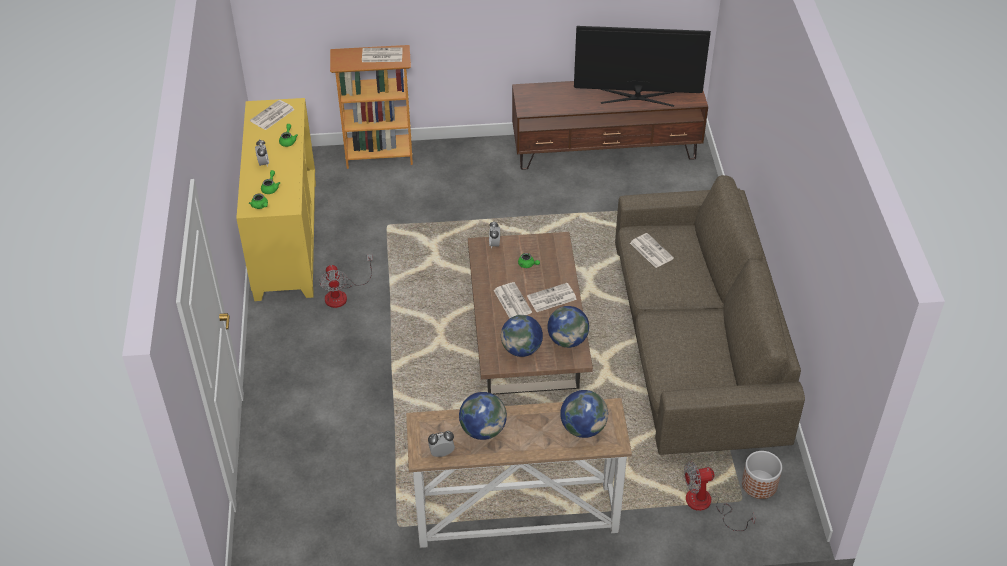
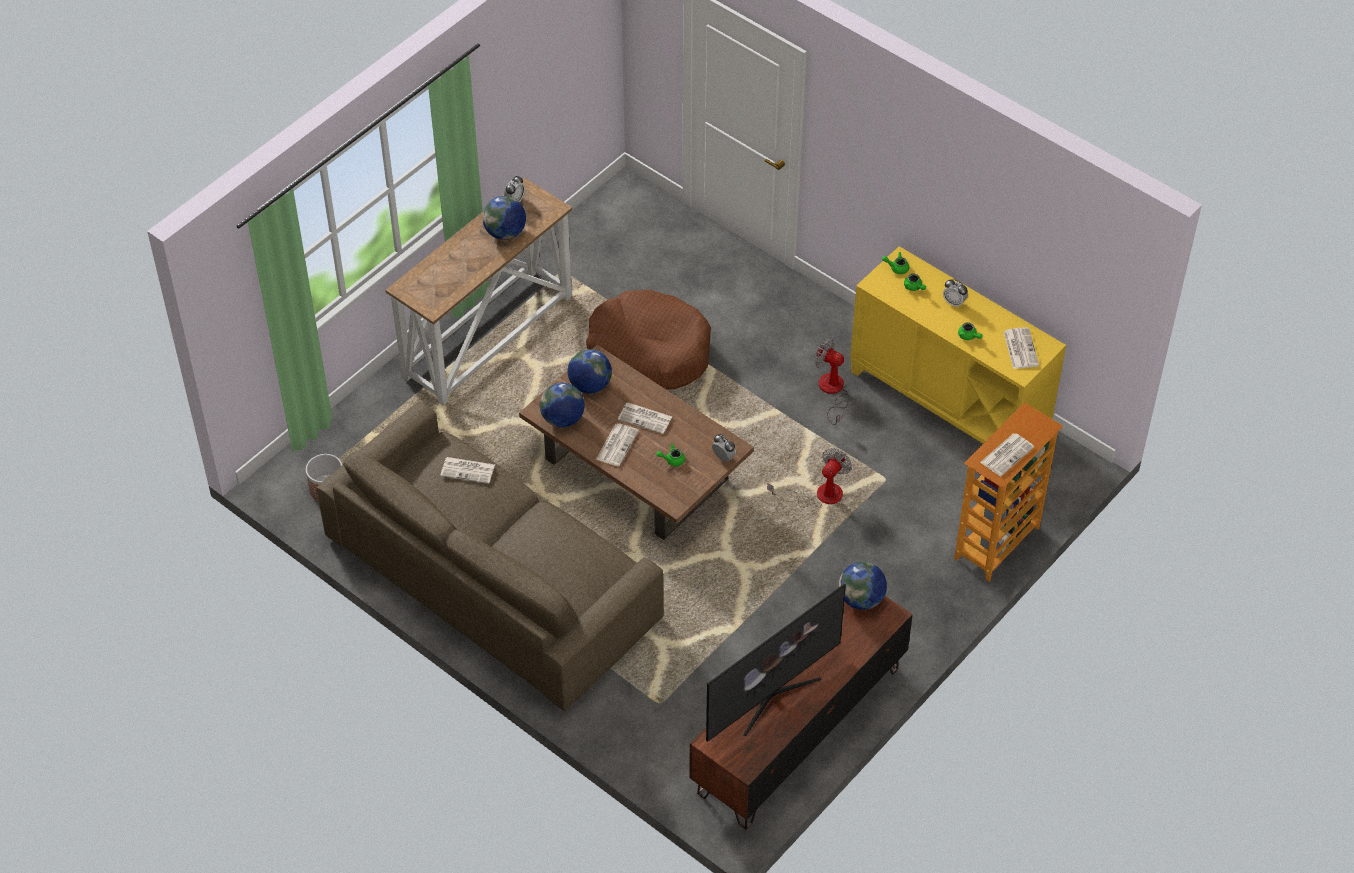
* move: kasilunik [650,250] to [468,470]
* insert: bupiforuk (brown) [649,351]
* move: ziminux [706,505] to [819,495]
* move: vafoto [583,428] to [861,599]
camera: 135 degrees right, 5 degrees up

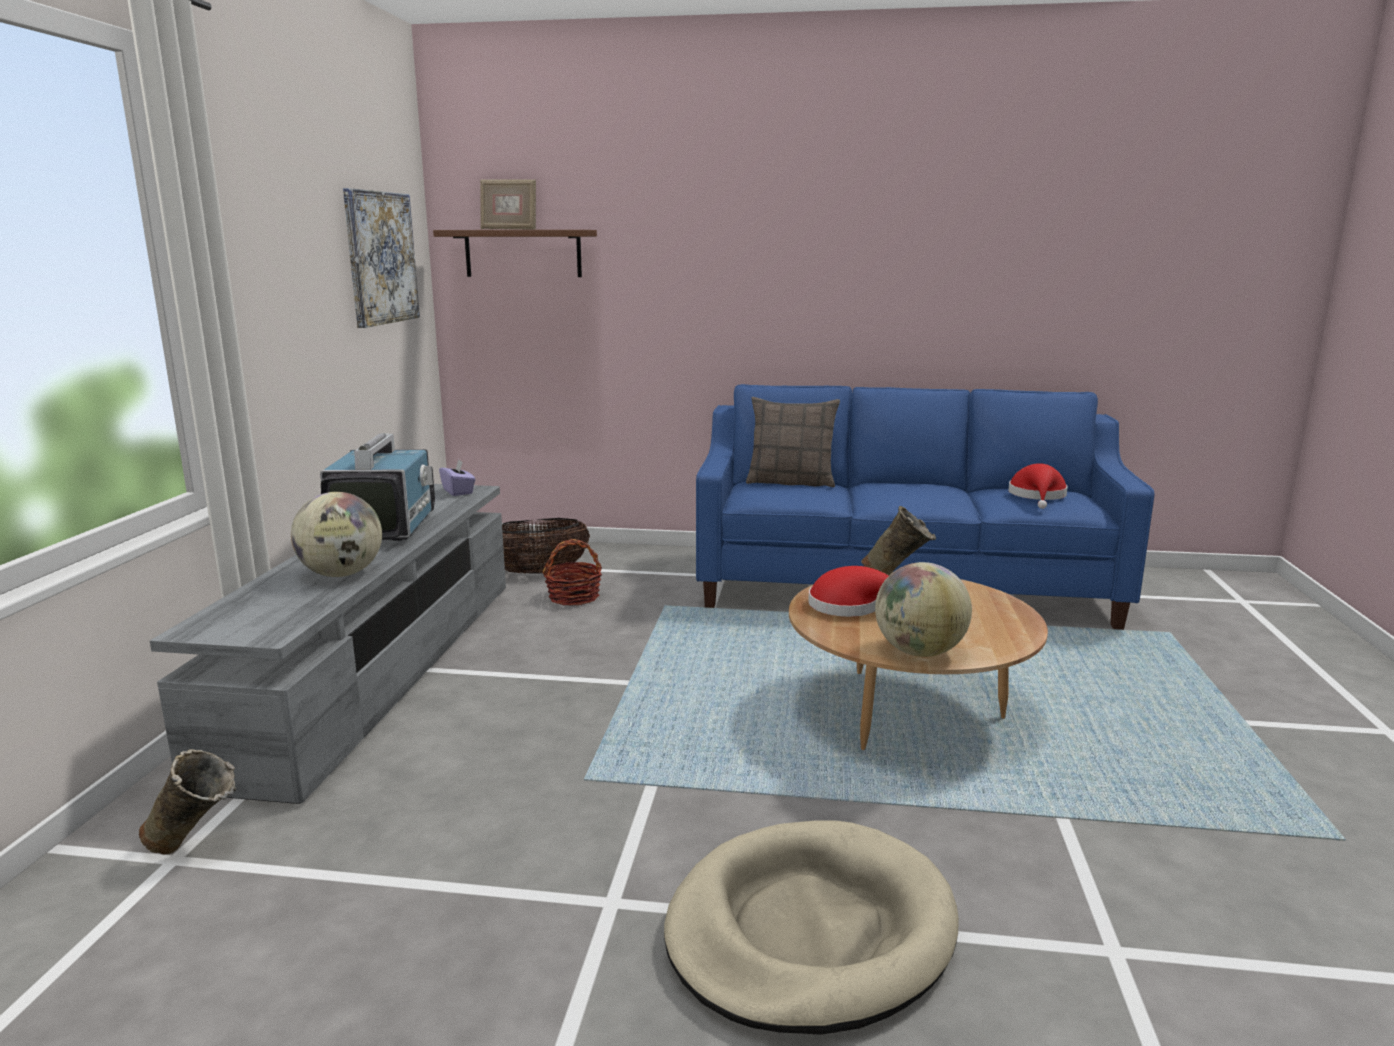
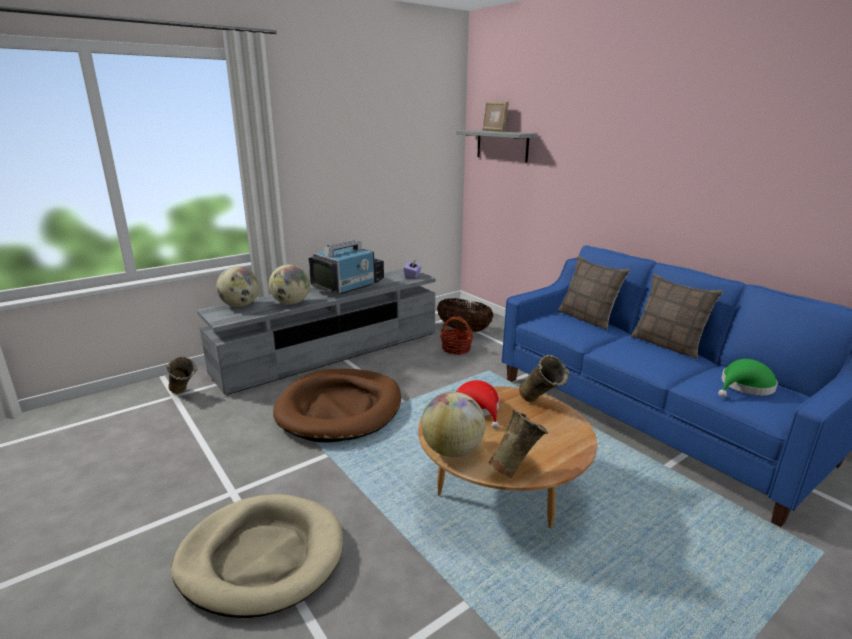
* insert: vafoto [240,305]
* insert: bupiforuk (brown) [340,409]
* recolor: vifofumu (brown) [523,253] to vifofumu (grey) [502,145]
* insert: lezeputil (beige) [516,469]
* insert: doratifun [668,345]
* recolor: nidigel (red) [1037,496] to nidigel (green) [745,386]
* delete: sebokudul [381,258]
camera: 45 degrees right, 5 degrees up

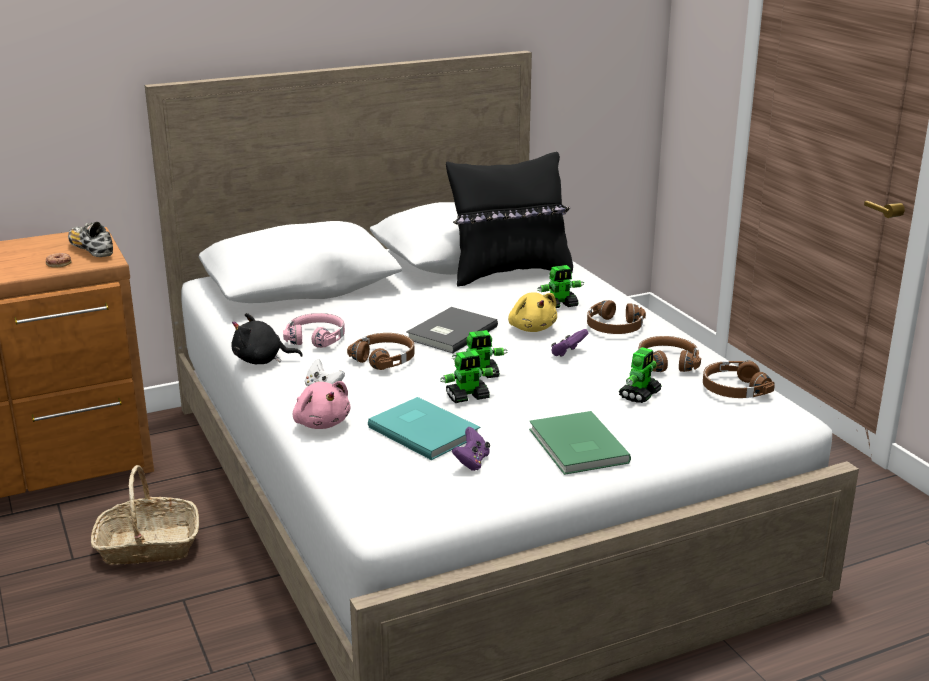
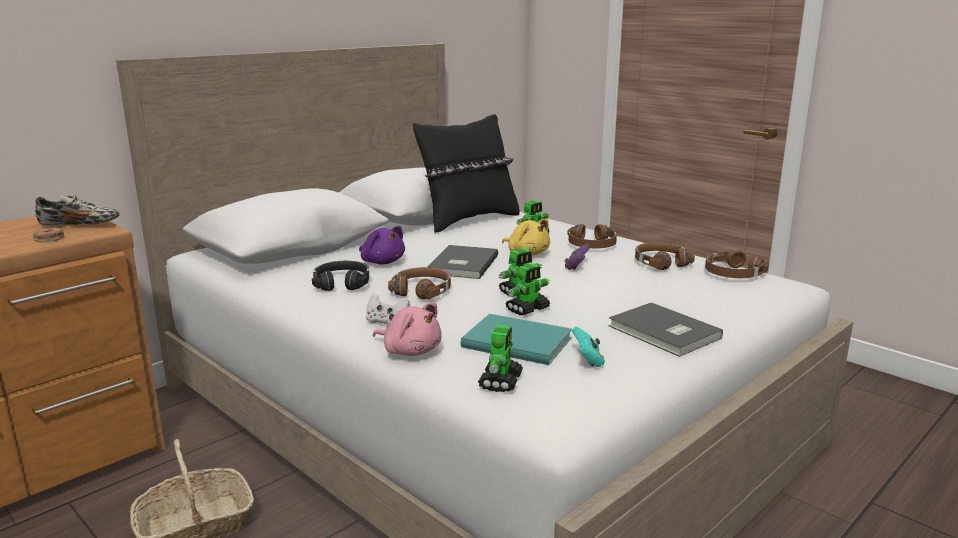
* rotate: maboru [91,250] = [80,225] 150 degrees clockwise
* recolor: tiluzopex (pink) [316,338] to tiluzopex (black) [342,283]
* insert: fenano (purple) [382,262]
* move: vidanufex [640,394] to [501,381]
* recolor: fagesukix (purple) [472,462] to fagesukix (turquoise) [588,360]
* recolor: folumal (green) [576,447] to folumal (grey) [663,333]
* delete: fenano (black) [261,360]
camera: 20 degrees left, 5 degrees down

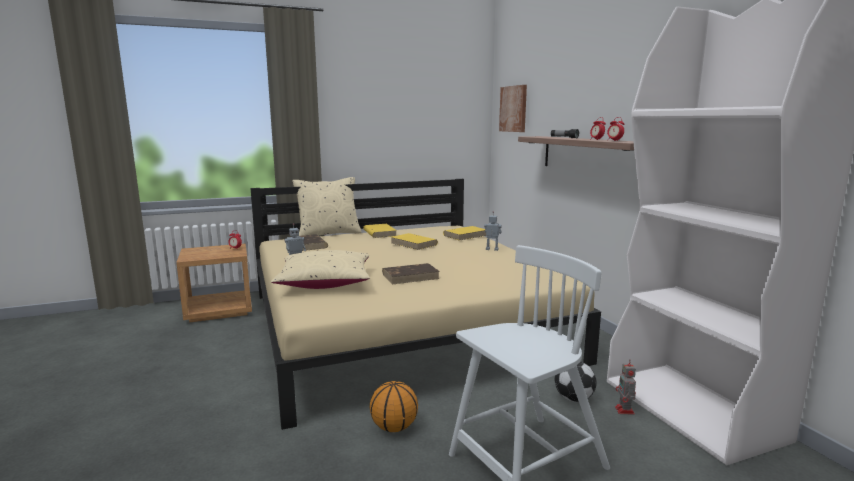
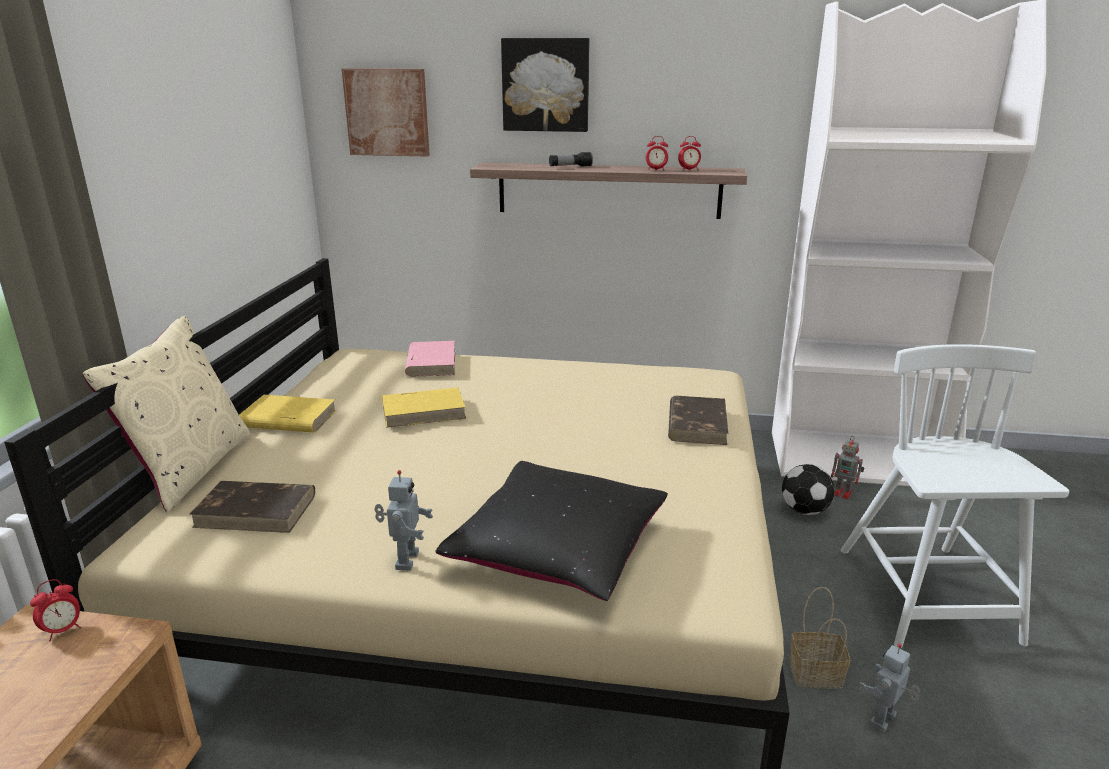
* recolor: folumal (yellow) [465,235] to folumal (pink) [431,362]
* recolor: doratifun (beige) [325,282] to doratifun (black) [558,549]
* insert: sebokudul [546,85]
* move: folumal (brown) [411,276] to [697,424]
* replace: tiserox [393,427] to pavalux [814,675]
* move: vidanufex [492,249] to [884,721]
camera: 60 degrees left, 10 degrees up

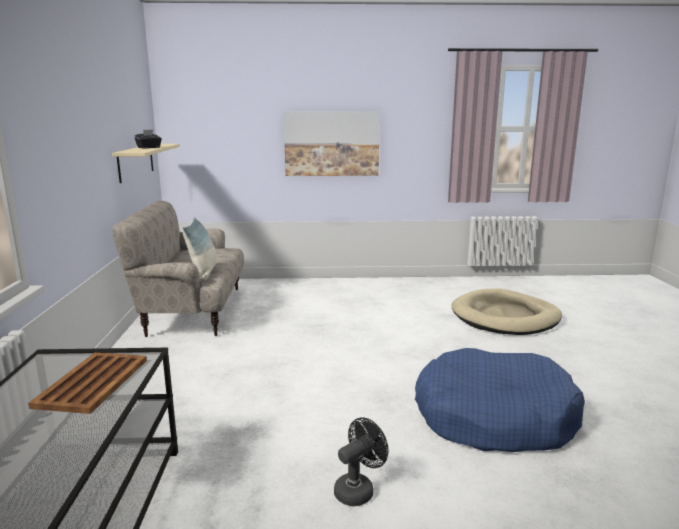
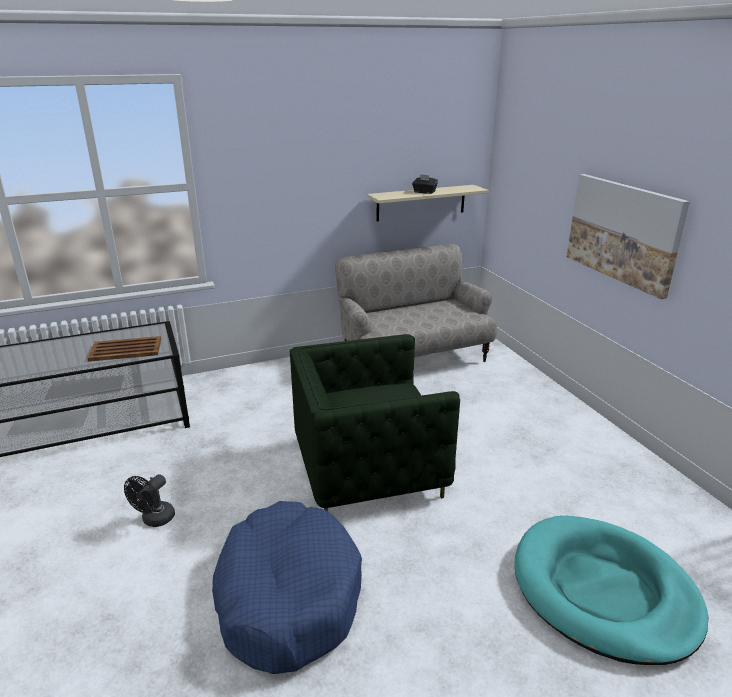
* rotate: ziminux (black) [358,489] = [155,520] 90 degrees clockwise
* insert: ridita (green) [368,469]
* recolor: bupiforuk (beige) [505,317] to bupiforuk (turquoise) [603,591]
* delete: doratifun [203,272]
camera: 70 degrees right, 10 degrees up

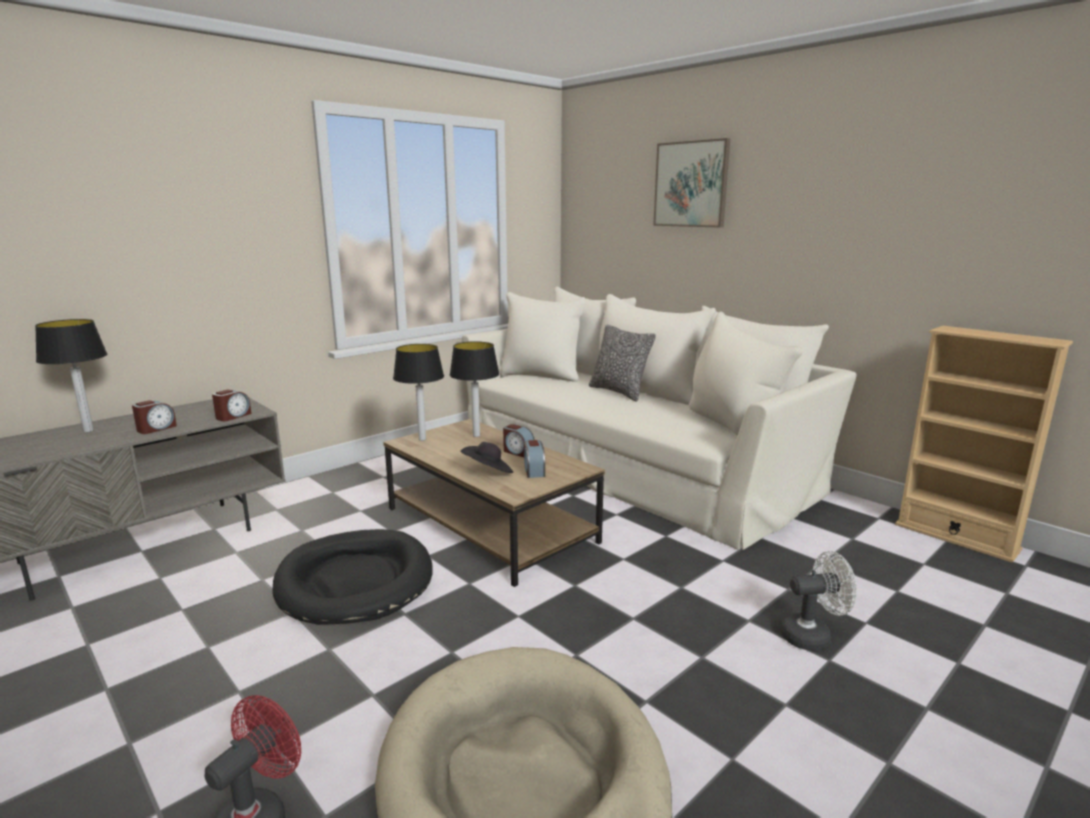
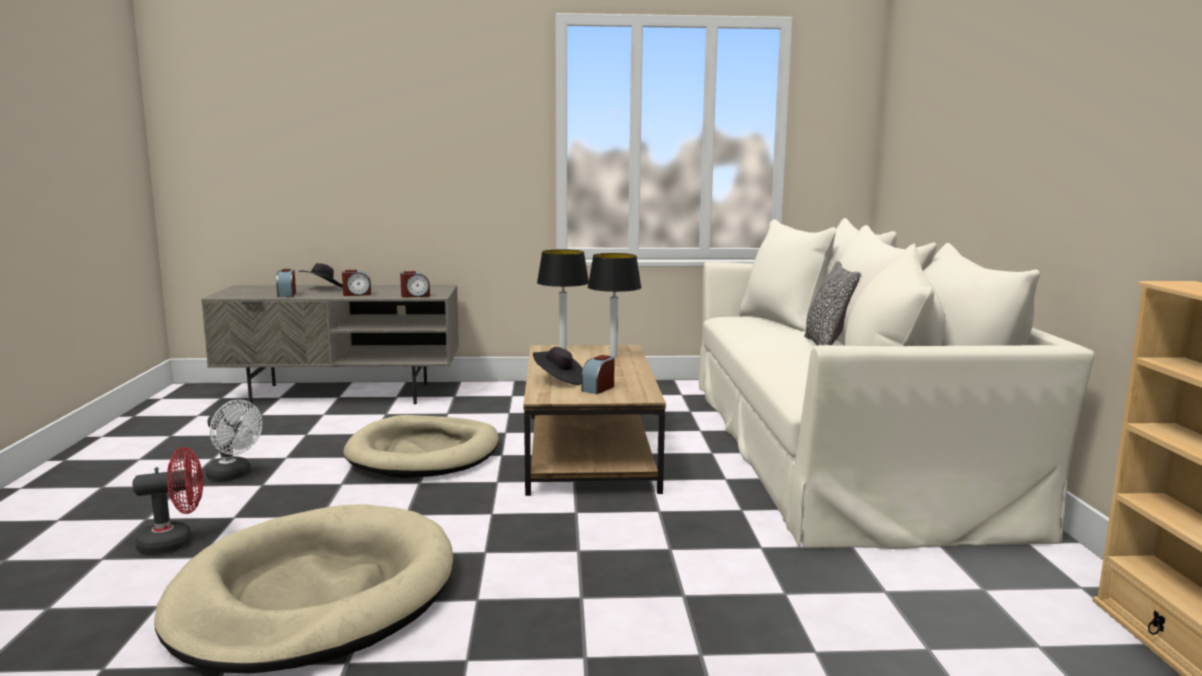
* move: ziminux (white) [812,635] to [233,475]
* move: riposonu [518,452] to [286,294]
* replace: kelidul [89,430] to nidigel (black) [323,289]
* recolor: bupiforuk (black) [355,581] to bupiforuk (beige) [424,453]
* delete: sebokudul [691,184]
camera: 40 degrees right, 5 degrees down

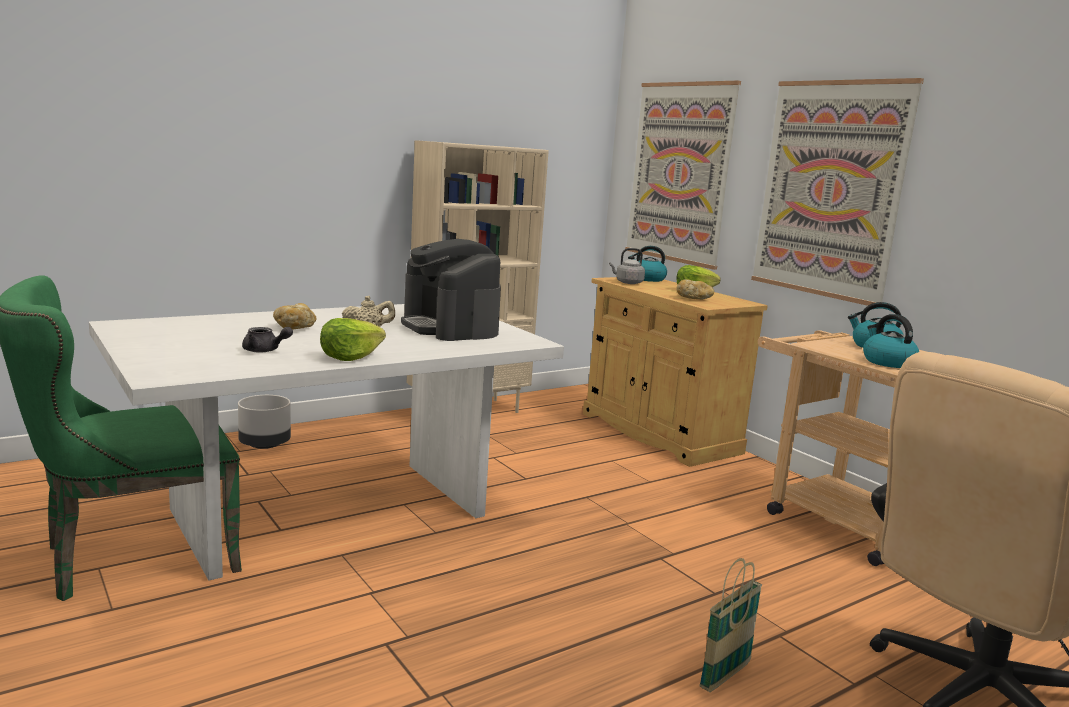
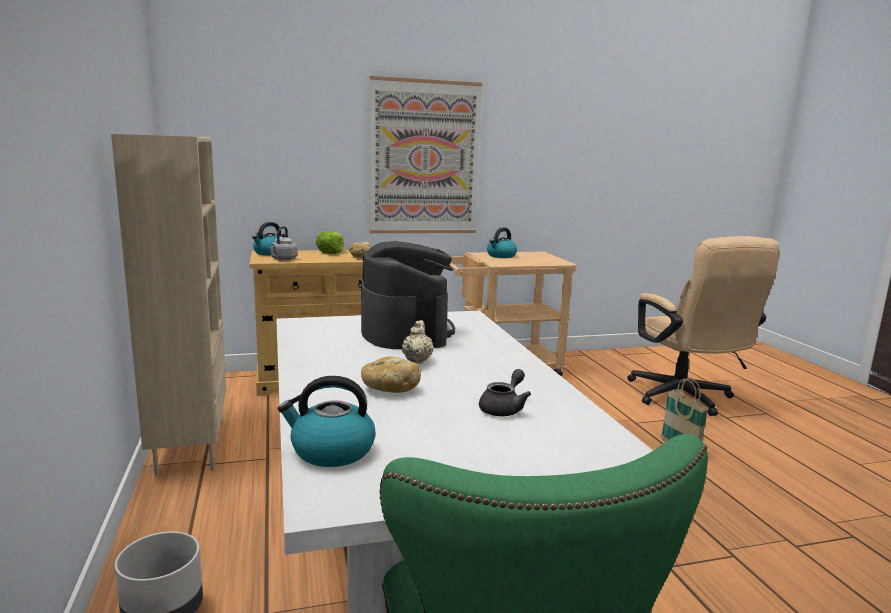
* move: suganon [887,362] to [331,451]
* rotate: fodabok [450,327] = [405,331] 90 degrees counterclockwise
* delete: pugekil [350,357]
* delete: sebokudul [679,173]
camera: 70 degrees left, 0 degrees up

